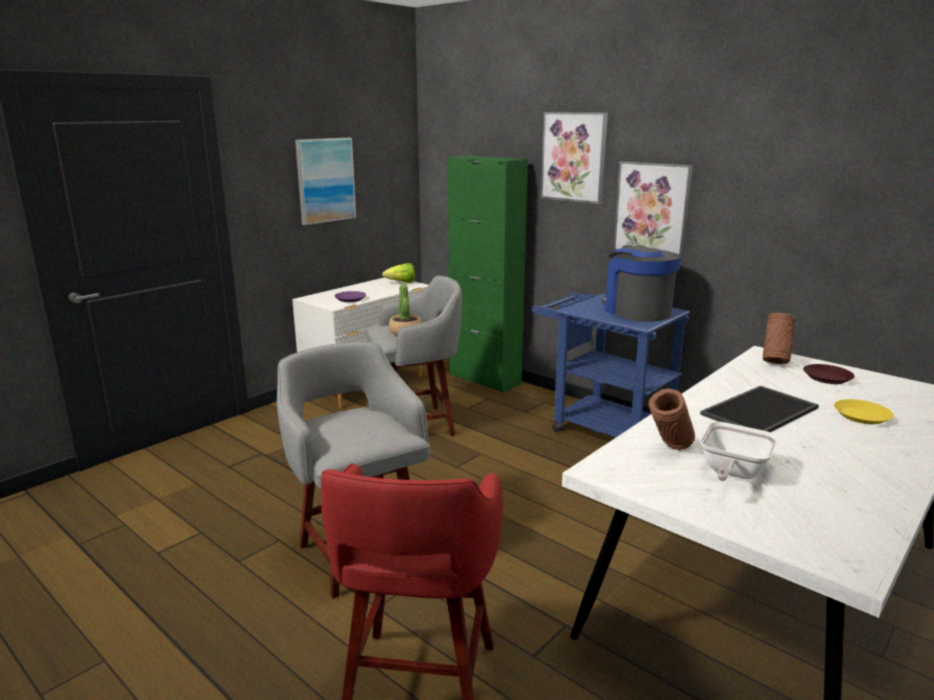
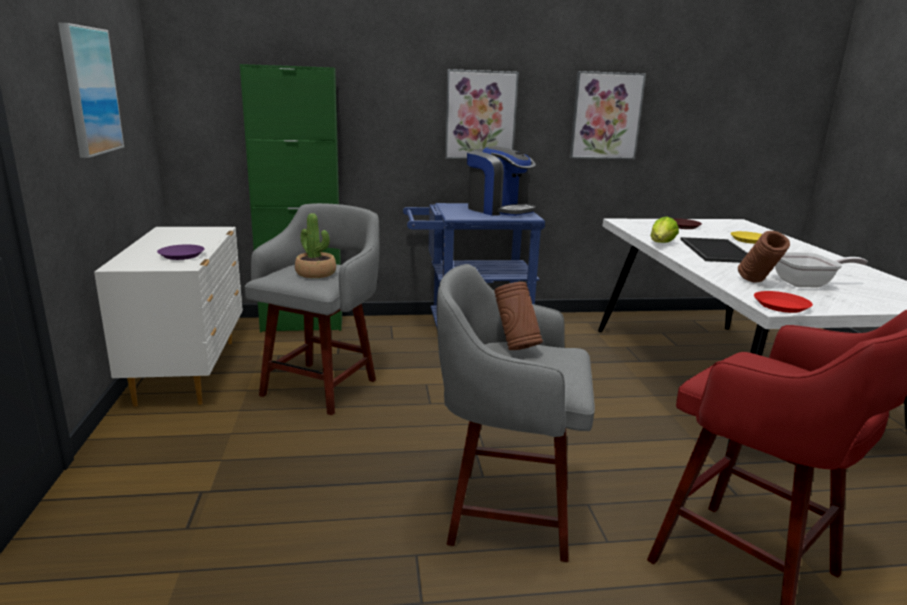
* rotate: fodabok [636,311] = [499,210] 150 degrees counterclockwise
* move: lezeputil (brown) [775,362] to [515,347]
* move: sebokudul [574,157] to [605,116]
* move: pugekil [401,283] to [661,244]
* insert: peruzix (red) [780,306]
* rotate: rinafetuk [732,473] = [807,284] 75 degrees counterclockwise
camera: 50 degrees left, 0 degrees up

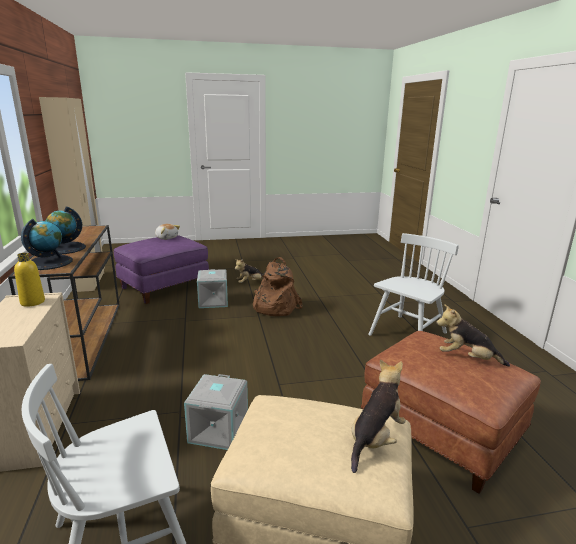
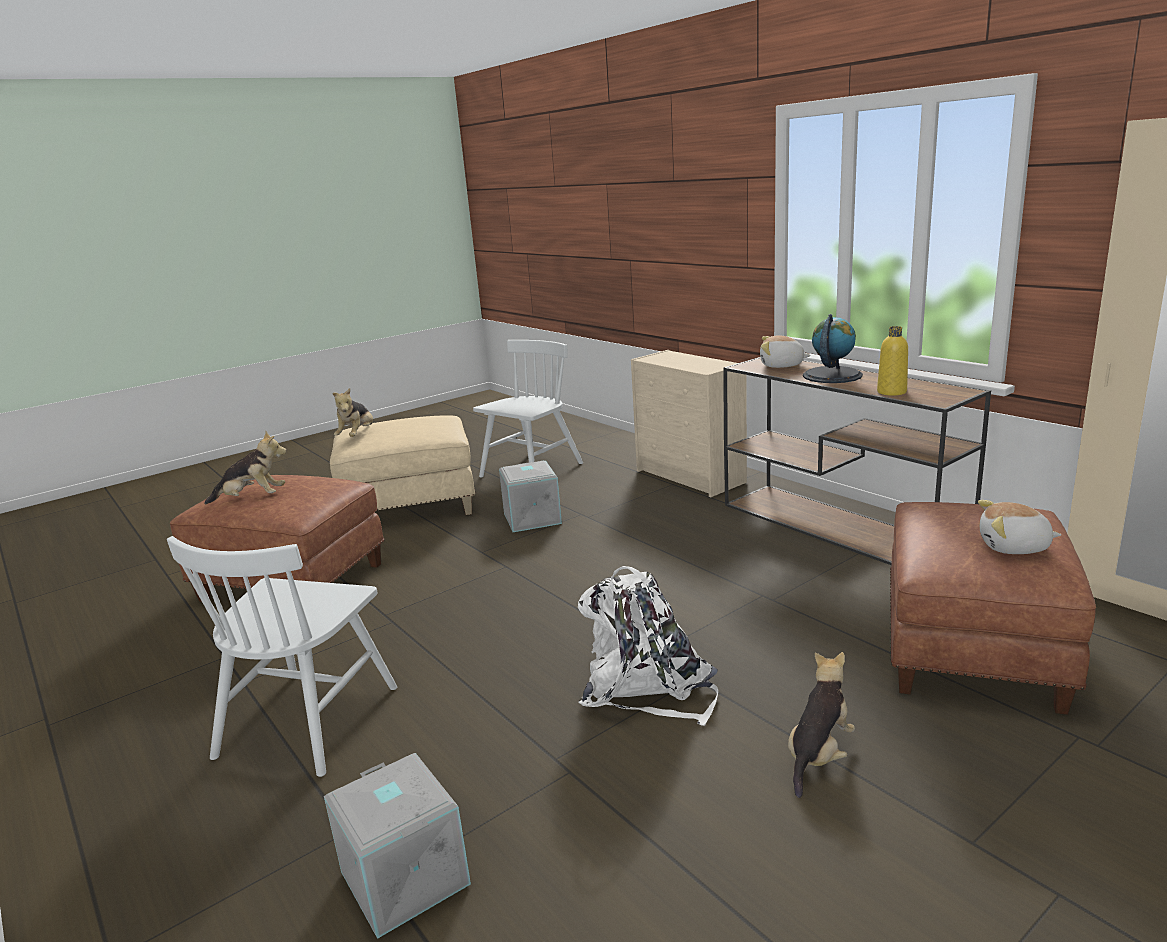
* move: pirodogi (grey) [214,301] to [402,879]
* recolor: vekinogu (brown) [274,307] to vekinogu (white) [647,688]
* replace: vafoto [49,262] to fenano [781,365]
* move: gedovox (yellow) [32,302] to [891,392]
* recolor: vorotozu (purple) [164,286] to vorotozu (brown) [974,650]
camera: 155 degrees right, 0 degrees up

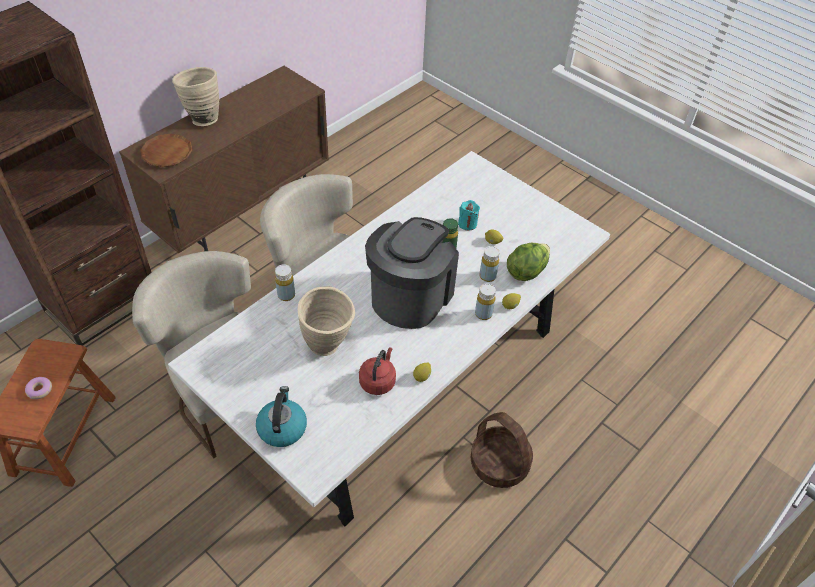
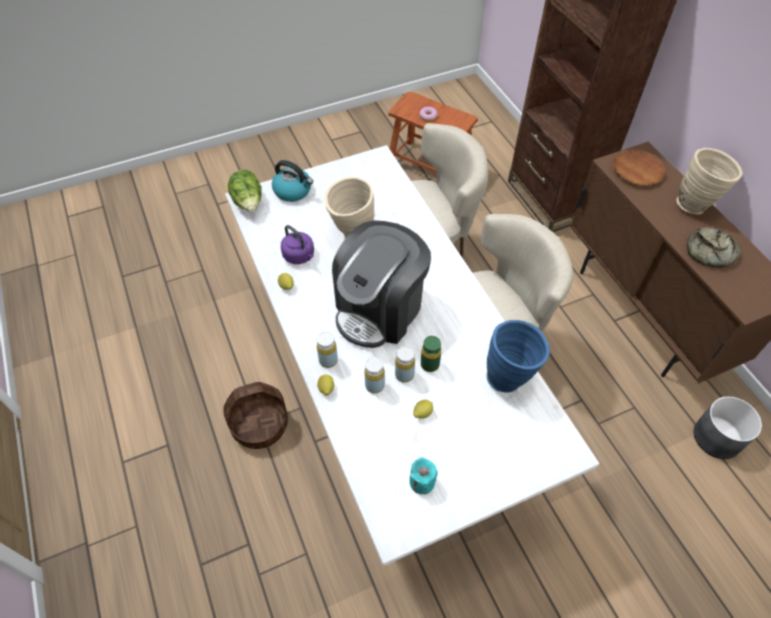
* move: pugekil [526,271] to [248,203]
* recolor: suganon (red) [378,381] to suganon (purple) [300,256]
* rotate: fodabok [410,296] = [380,309] 75 degrees clockwise
* move: gedovox (yellow) [286,295] to [404,375]
* move: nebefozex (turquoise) [467,224] to [422,482]
* insert: lezeputil (blue) [510,377]
* insert: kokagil [710,253]
* insert: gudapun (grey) [717,438]
camera: 115 degrees right, 5 degrees up

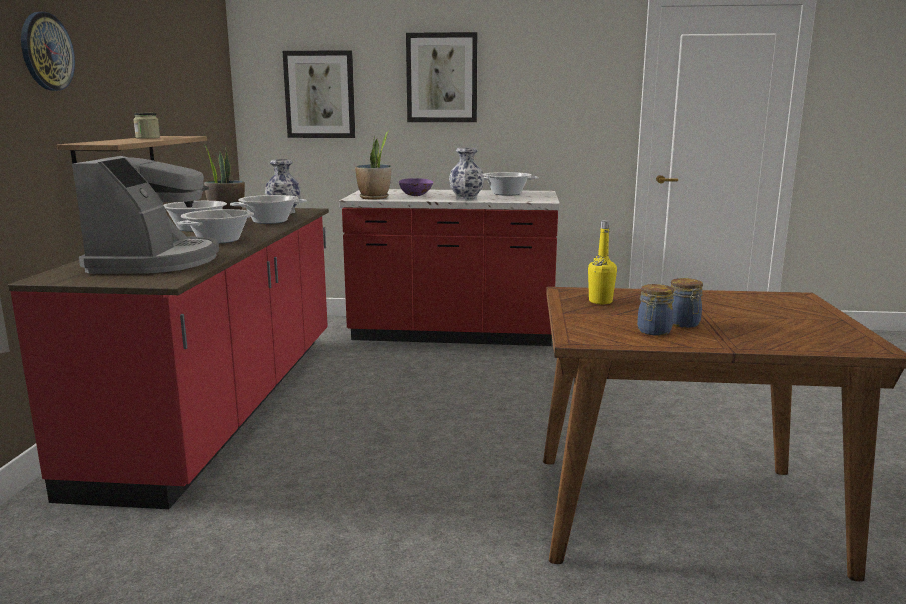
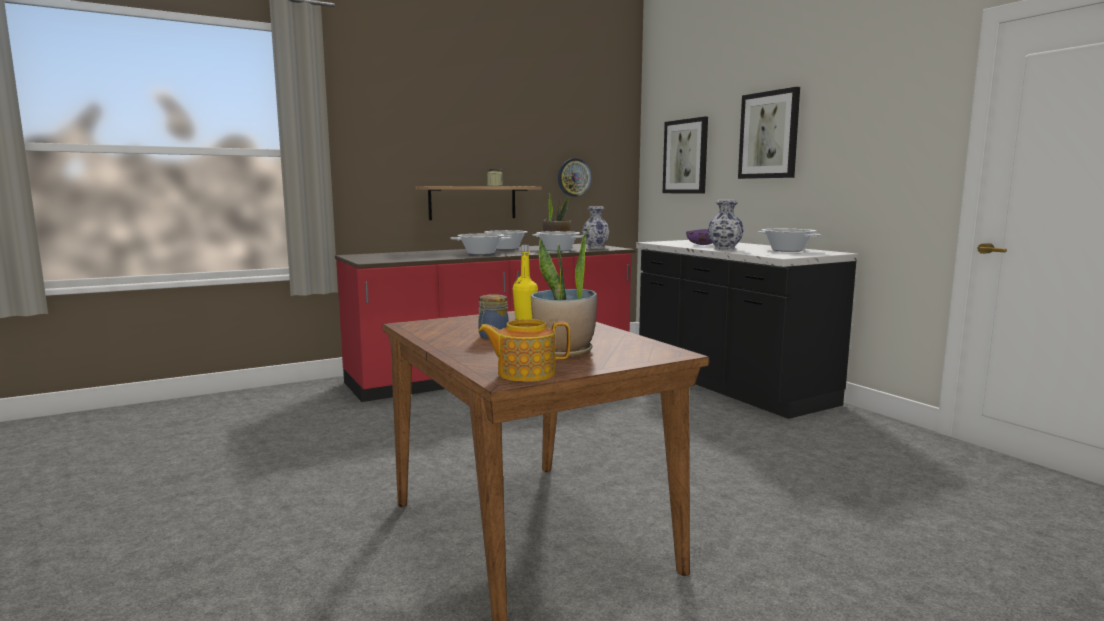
* insert: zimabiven [525,373]
* move: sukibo [374,198] to [564,352]
* move: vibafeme [46,51] to [574,177]
* recolor: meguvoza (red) [452,334] to meguvoza (black) [729,385]
* delete: fodabok [156,261]
* delete: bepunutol [653,331]
camera: 55 degrees right, 5 degrees down

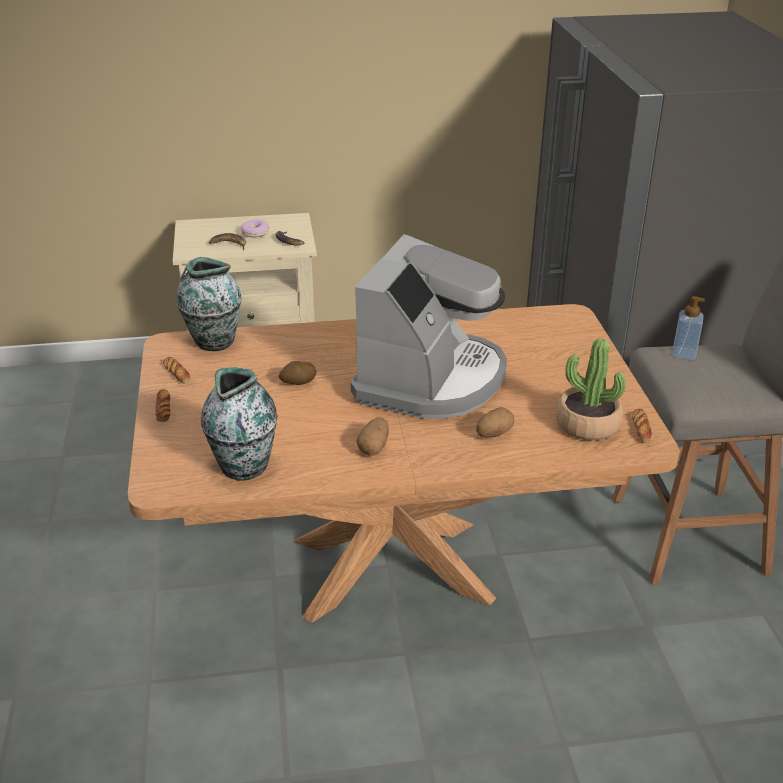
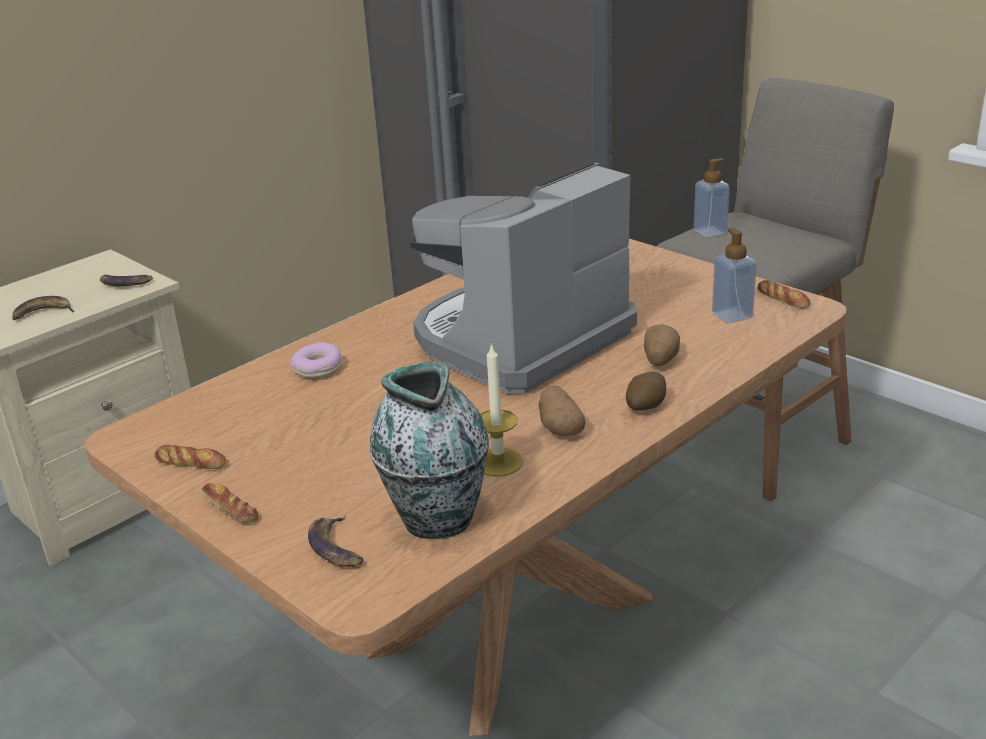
* move: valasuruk [255,233] to [318,369]
* insert: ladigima [336,547]
* rotate: fodabok [431,379] = [519,340] 120 degrees counterclockwise
* insert: nebefozex [498,462]
* move: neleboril [298,382] to [646,406]
* replace: sukibo [587,424] to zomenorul [732,315]
* delete: lezeputil [213,341]
camera: 35 degrees left, 5 degrees down

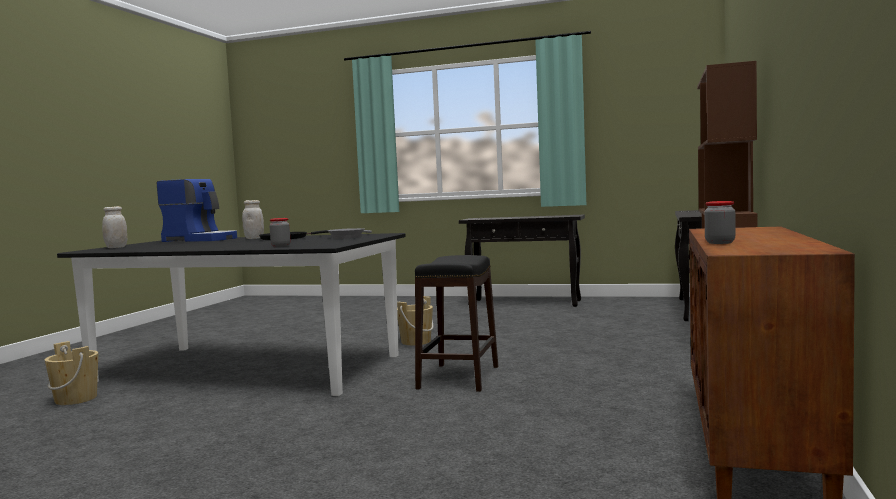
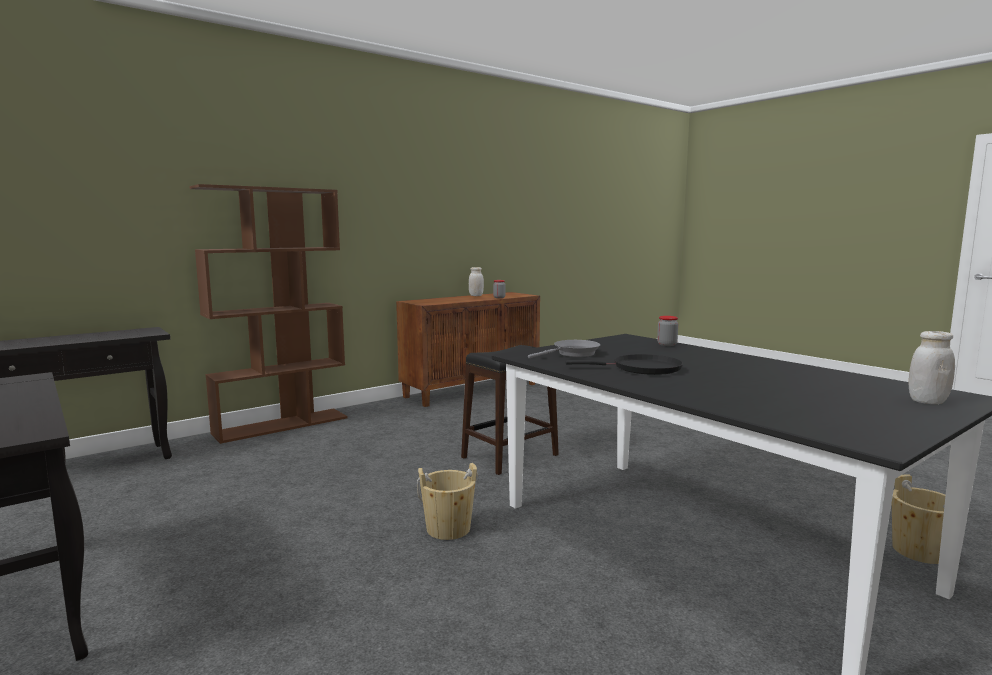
* move: bepunutol (white) [254,238] to [476,296]
* delete: fodabok [201,239]
camera: 145 degrees left, 5 degrees up

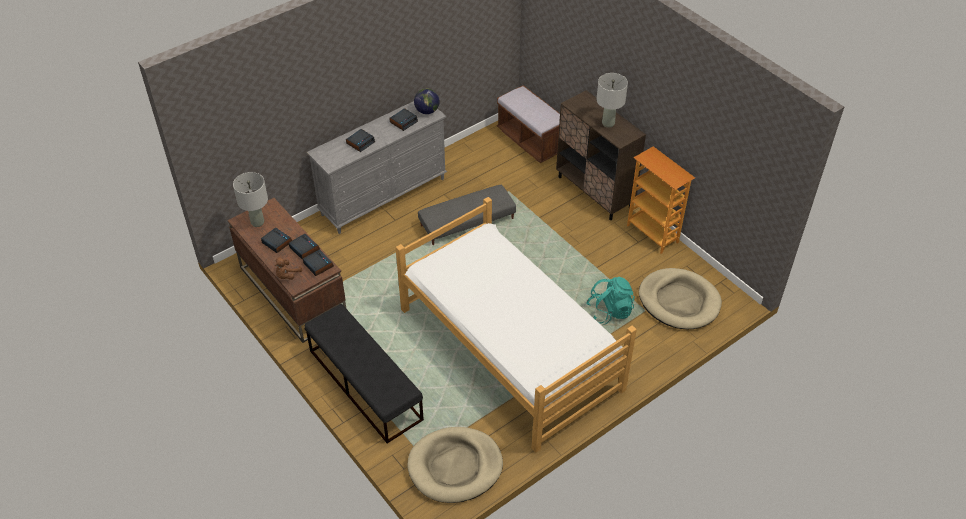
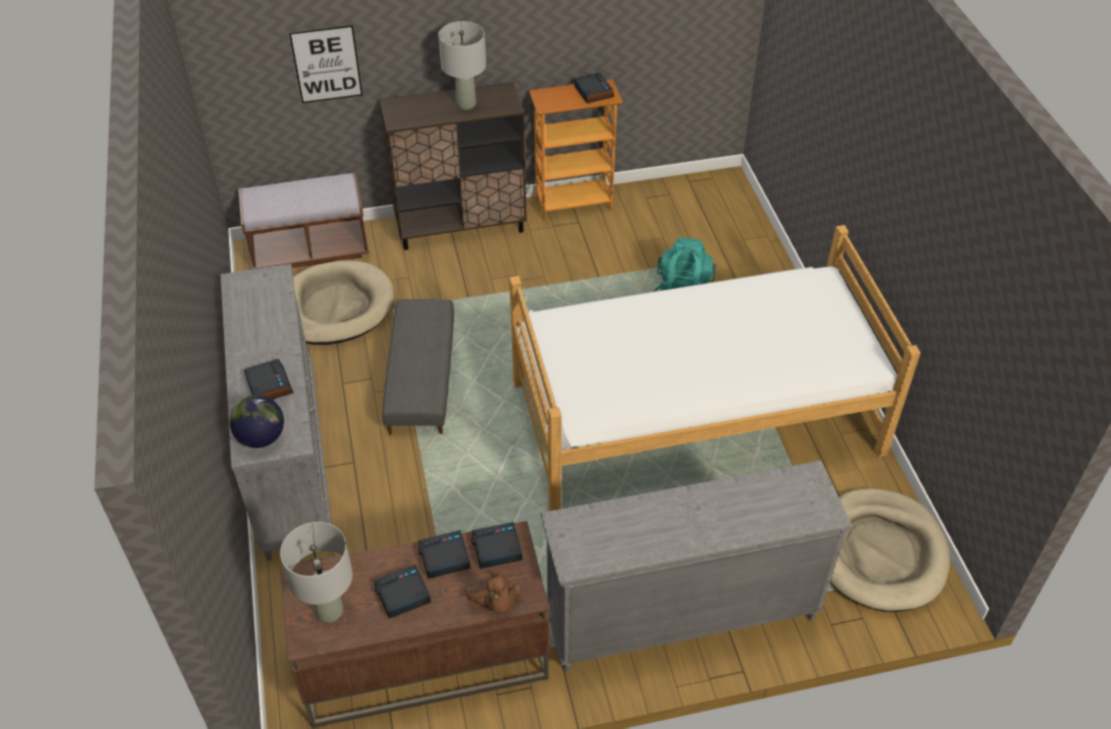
* move: vafoto [427,111] to [261,438]
* insert: sebokudul [326,64]
* move: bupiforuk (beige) [679,301] to [334,307]
* replace: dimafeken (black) [365,384] to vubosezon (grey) [680,616]
* move: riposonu [403,121] to [593,92]
camera: 65 degrees left, 0 degrees up

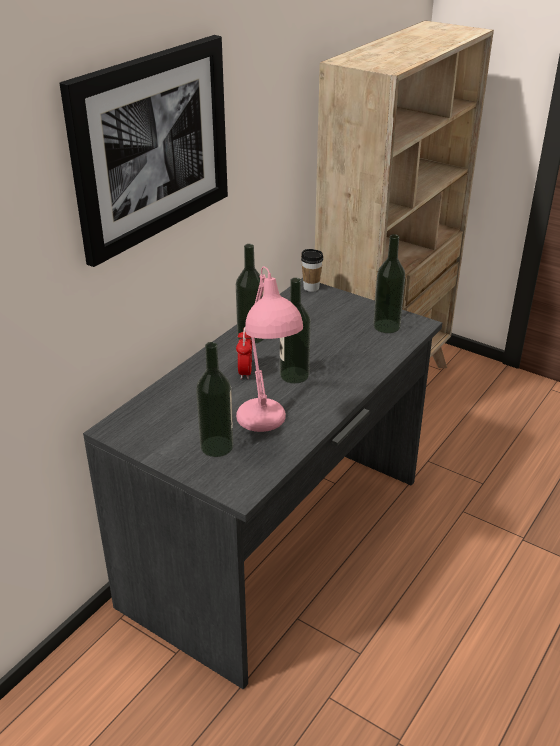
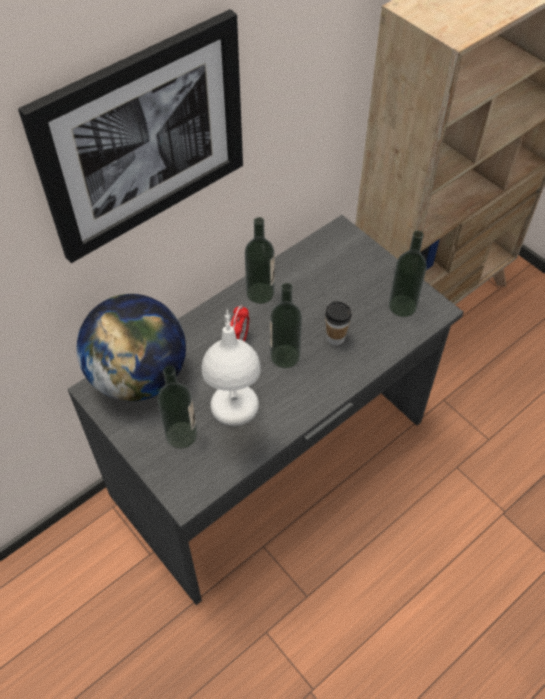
* insert: vafoto [139,376]
* recolor: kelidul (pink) [266,429] to kelidul (white) [234,423]
* move: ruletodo [311,288] to [335,338]
camera: 15 degrees right, 20 degrees up

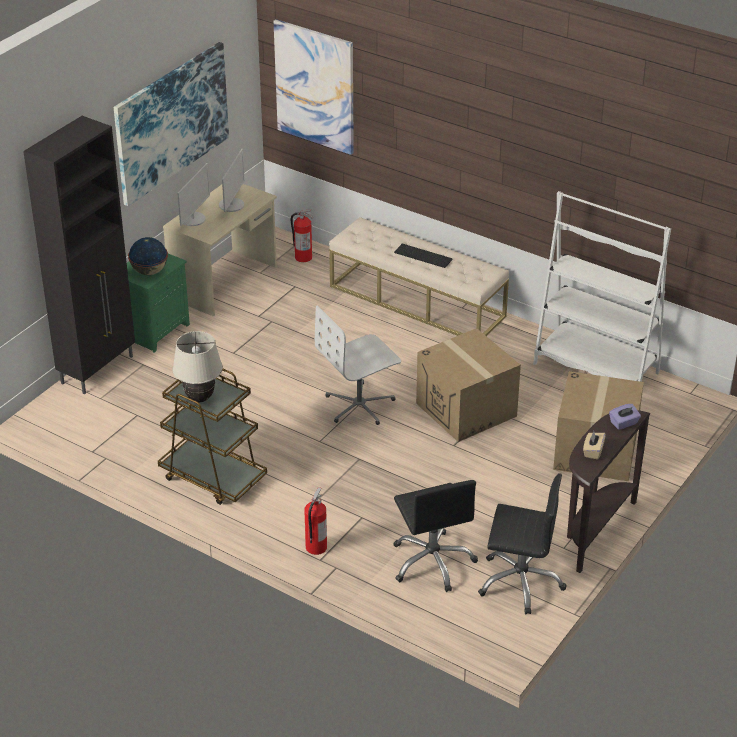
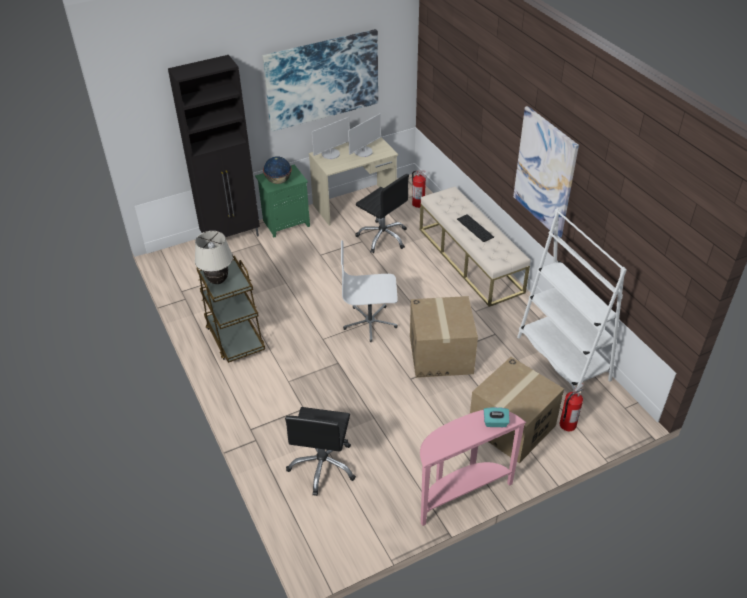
* move: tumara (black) [520,582] to [383,237]
* recolor: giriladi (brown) [594,530] to giriladi (pink) [460,494]
* recolor: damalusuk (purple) [624,423] to damalusuk (turquoise) [495,422]
* move: sebokudul [315,86] to [545,172]
* move: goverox [315,548] to [567,425]
* delete: damalusuk (beige) [593,451]
camera: 30 degrees right, 5 degrees up

